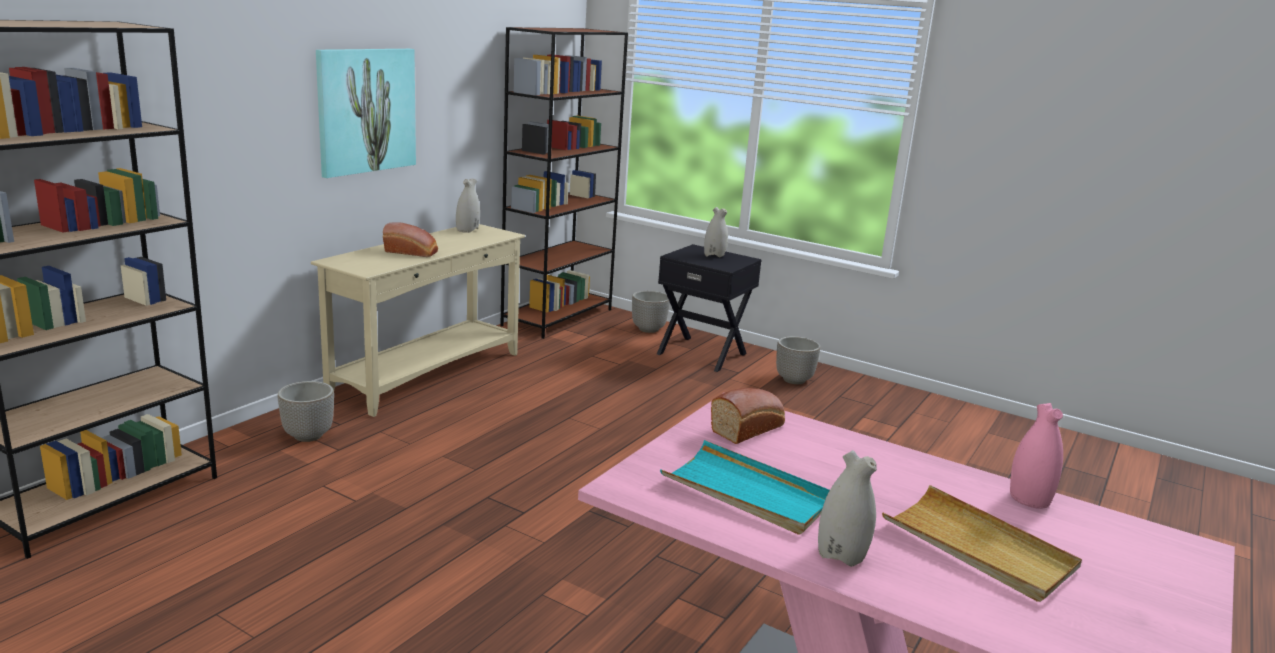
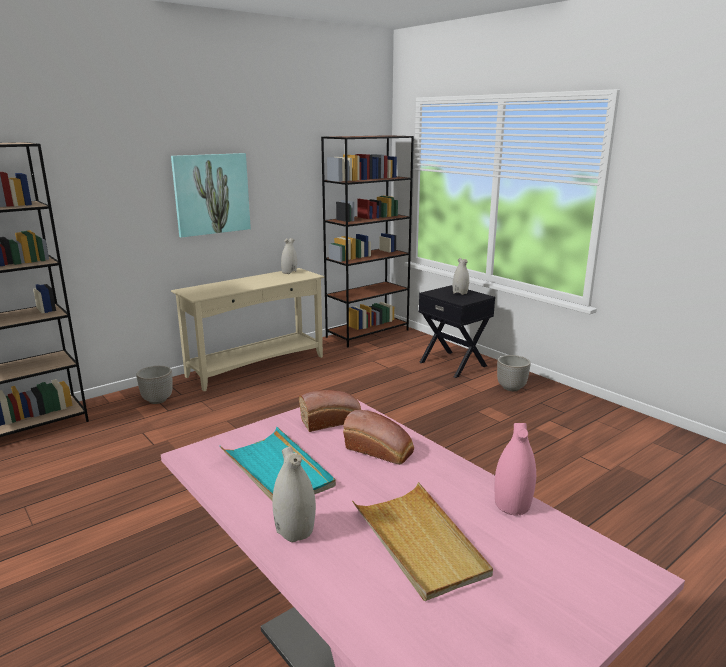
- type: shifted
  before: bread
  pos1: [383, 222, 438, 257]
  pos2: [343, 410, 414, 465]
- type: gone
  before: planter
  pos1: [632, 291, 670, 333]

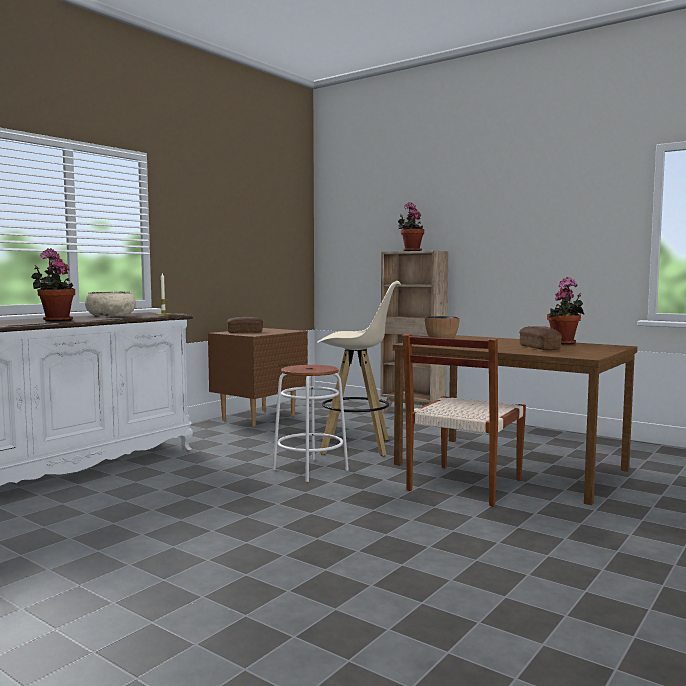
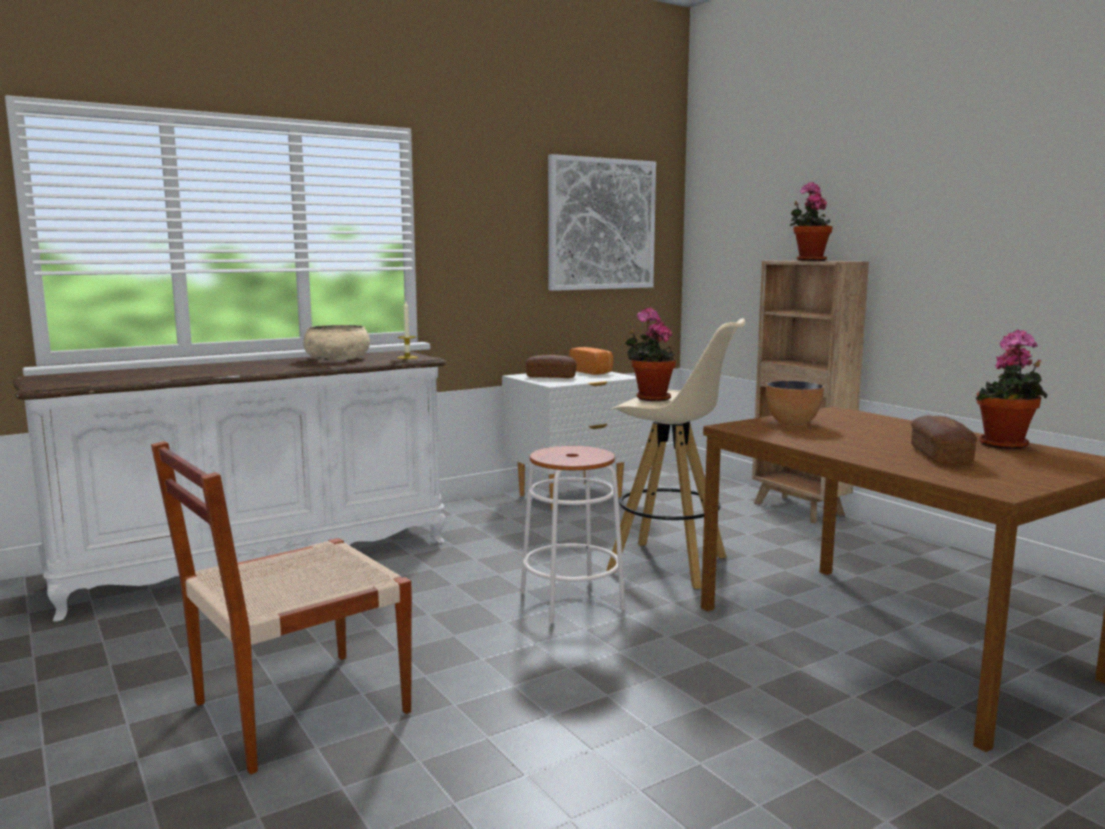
- type: shifted
  before: chair
  pos1: [403, 334, 526, 507]
  pos2: [151, 441, 412, 774]
- type: repainted
  before: nightstand in brown
  after: nightstand in white
  pos1: [208, 328, 308, 426]
  pos2: [502, 371, 642, 511]
- type: new
  after: picture
  pos2: [548, 154, 656, 291]
- type: new
  after: bread
  pos2: [569, 347, 613, 375]
- type: shifted
  before: potted plant
  pos1: [31, 248, 75, 322]
  pos2: [625, 307, 676, 401]

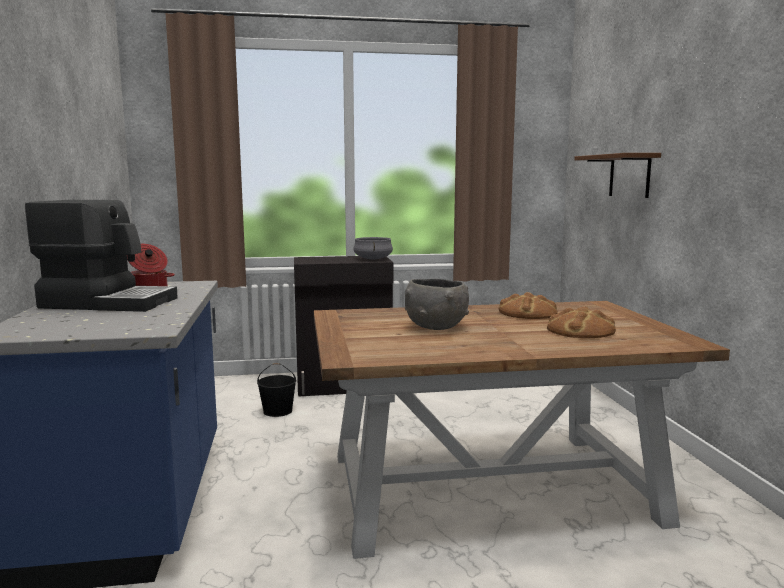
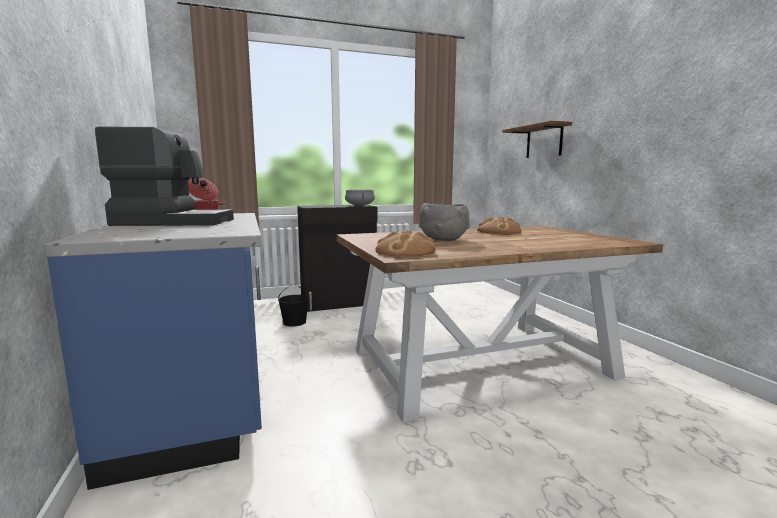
- type: shifted
  before: bread
  pos1: [547, 306, 616, 338]
  pos2: [375, 230, 436, 257]

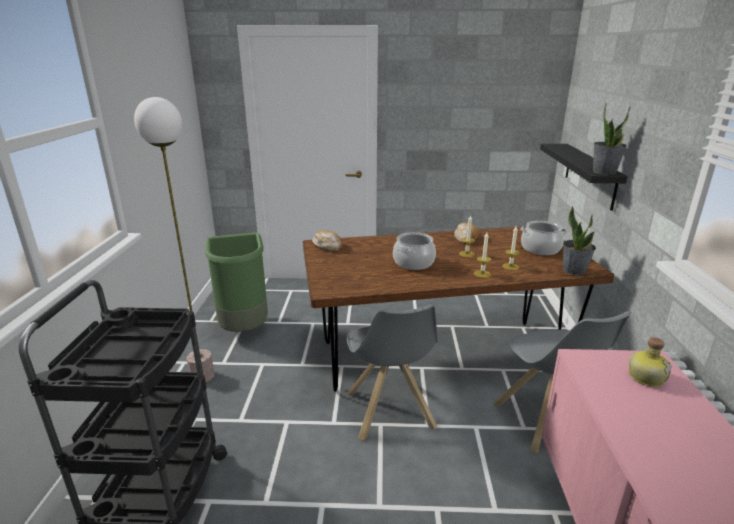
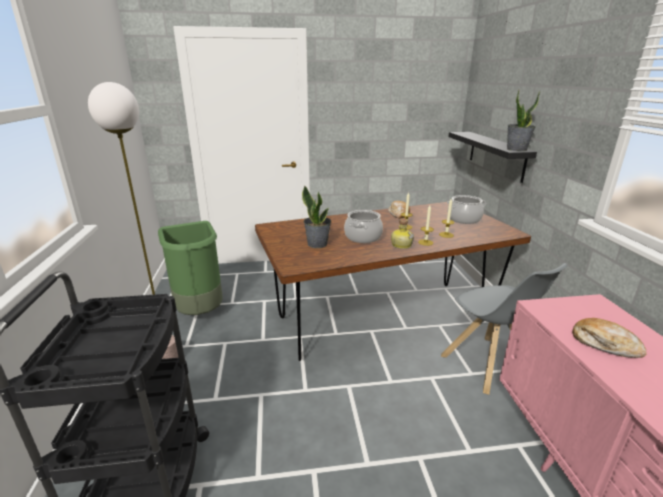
- type: shifted
  before: potted plant
  pos1: [563, 206, 596, 275]
  pos2: [302, 185, 331, 248]
- type: shifted
  before: bottle
  pos1: [629, 337, 671, 387]
  pos2: [391, 219, 414, 249]
- type: shifted
  before: bread
  pos1: [312, 230, 342, 251]
  pos2: [572, 318, 647, 358]
- type: gone
  before: chair in grey
  pos1: [347, 305, 438, 441]

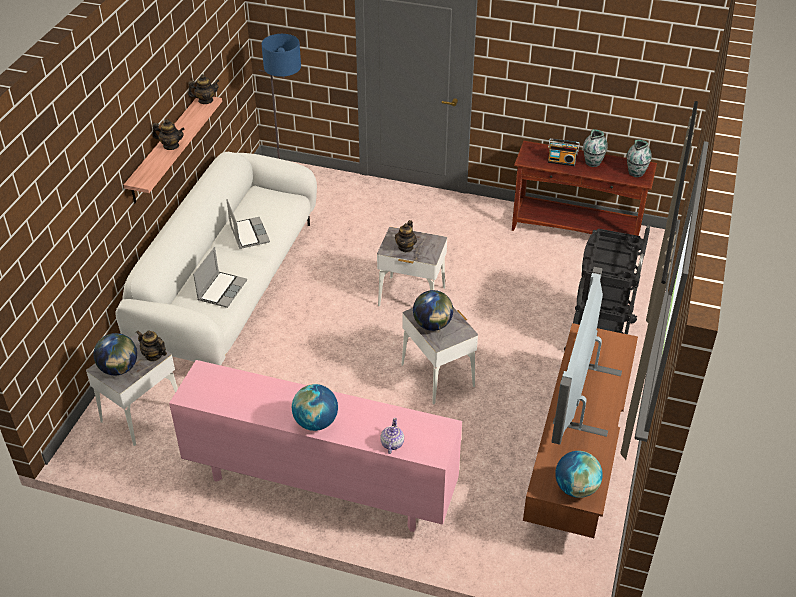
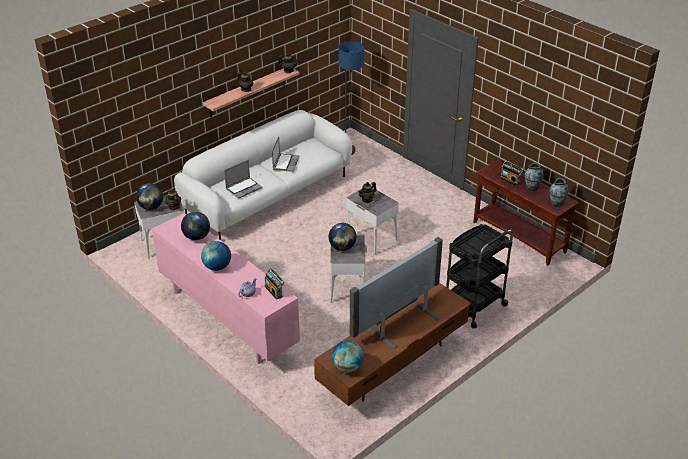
- type: new
  after: globe
  pos2: [181, 212, 210, 240]
- type: new
  after: radio
  pos2: [264, 268, 285, 300]

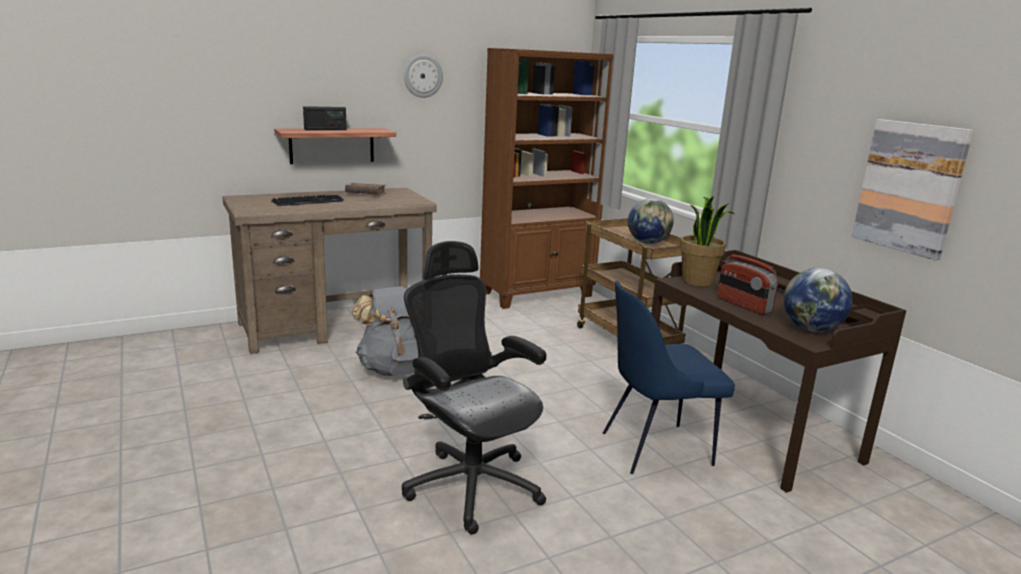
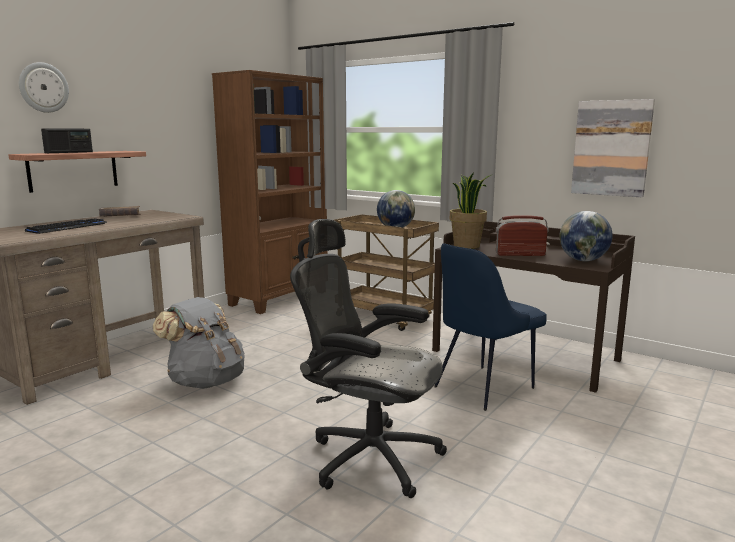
- type: shifted
  before: wall clock
  pos1: [404, 55, 443, 98]
  pos2: [19, 62, 69, 113]
- type: rotated
  before: radio
  pos1: [717, 255, 778, 315]
  pos2: [496, 215, 549, 256]
  turn: 150

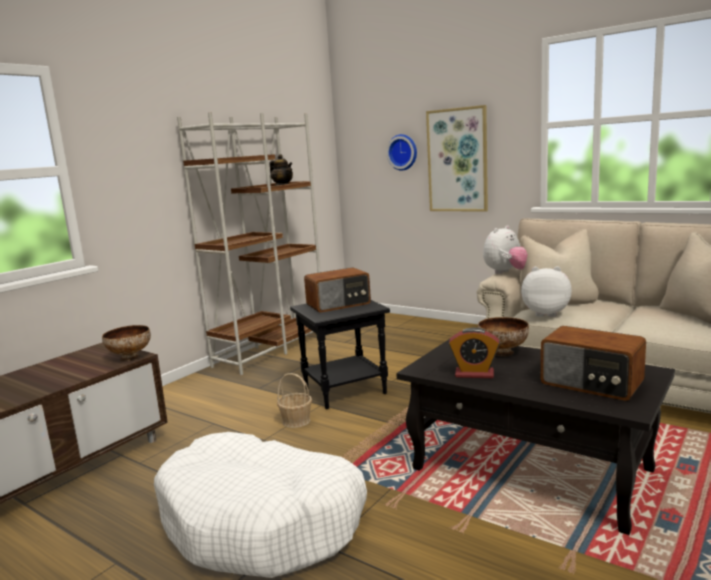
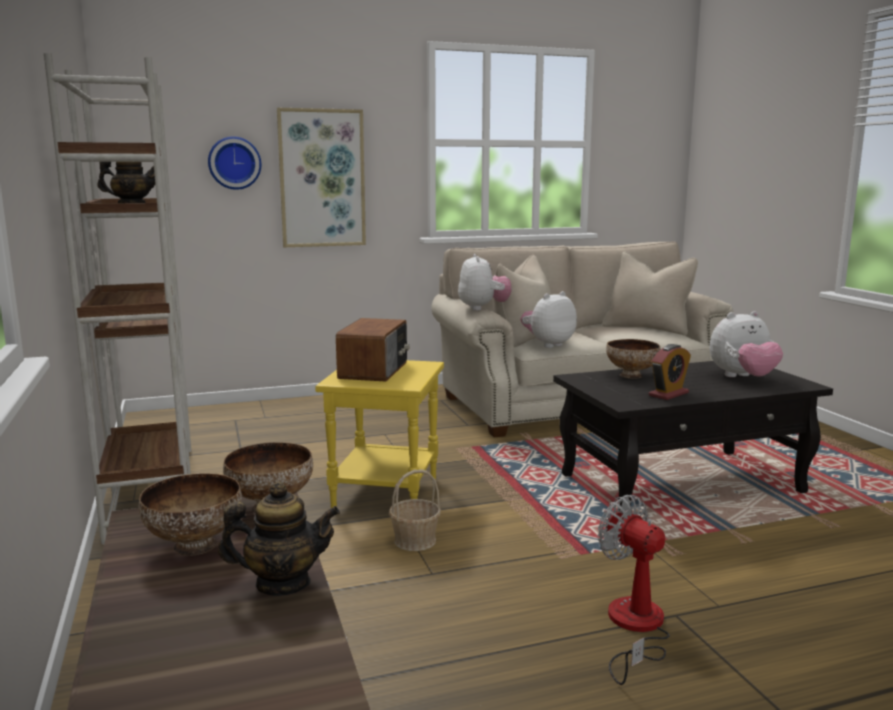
- type: new
  after: bowl
  pos2: [139, 473, 242, 556]
- type: new
  after: teapot
  pos2: [218, 482, 340, 596]
- type: repainted
  before: side table in black
  after: side table in yellow
  pos1: [290, 300, 390, 409]
  pos2: [315, 360, 444, 508]
- type: swapped
  before: dog bed in white
  after: fan
  pos1: [154, 432, 367, 578]
  pos2: [597, 495, 670, 685]
- type: swapped
  before: radio
  after: plush toy
  pos1: [541, 326, 646, 401]
  pos2: [710, 311, 783, 377]

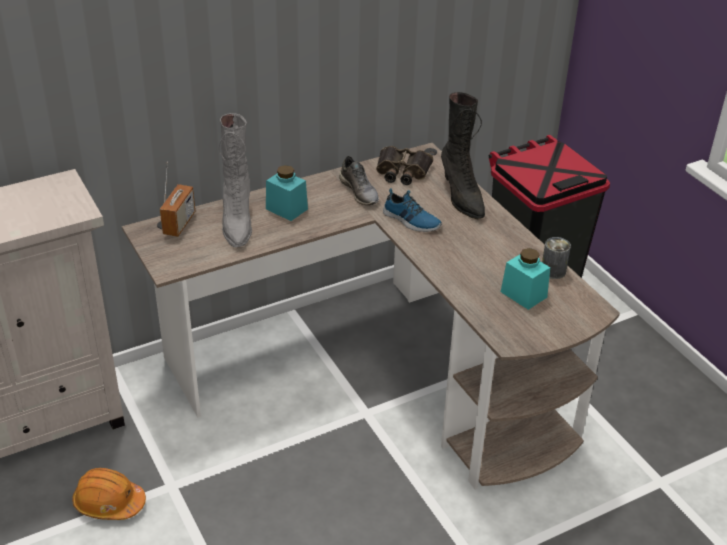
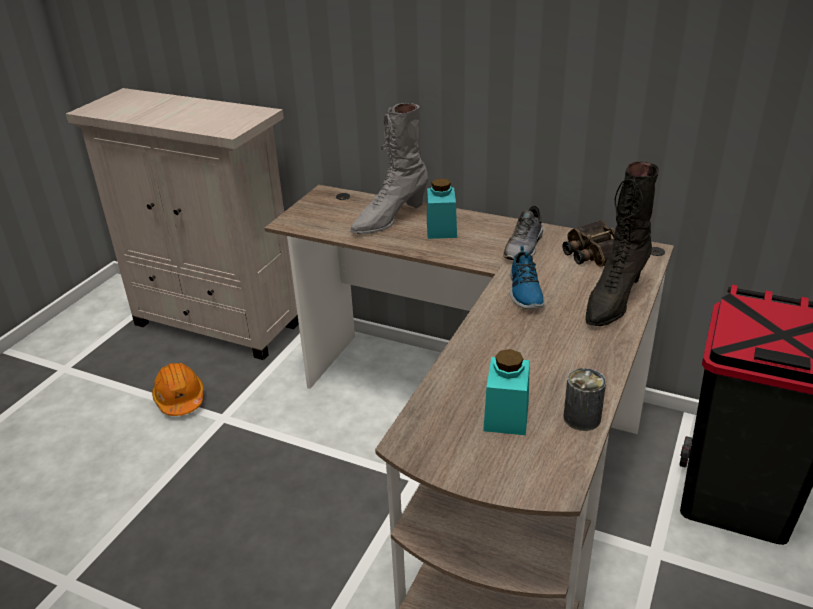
- type: gone
  before: radio
  pos1: [160, 162, 195, 237]

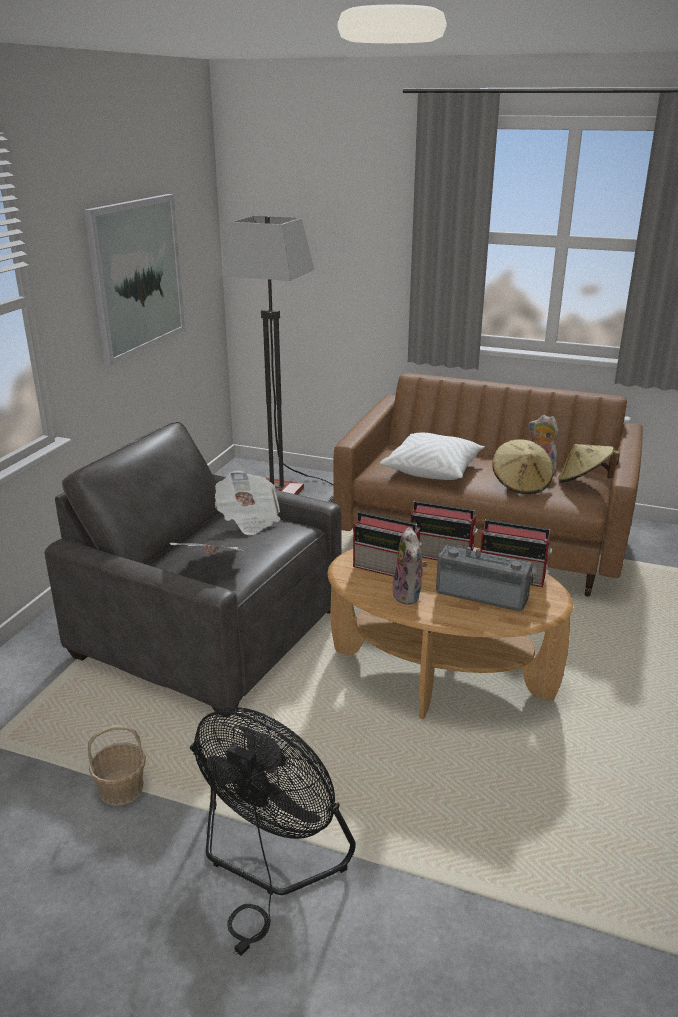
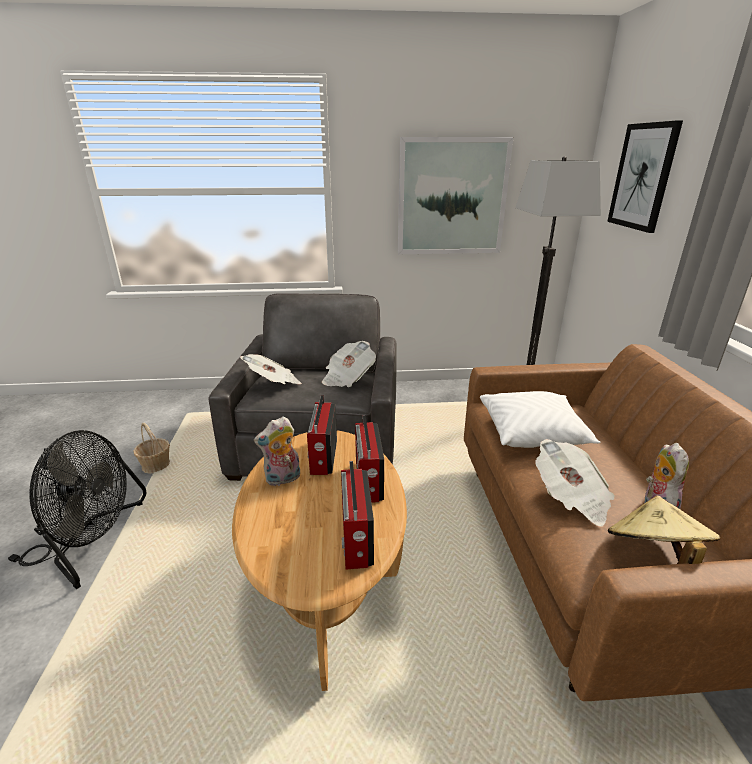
- type: swapped
  before: hat in beige
  after: newspaper
  pos1: [492, 439, 554, 494]
  pos2: [535, 439, 615, 527]
- type: new
  after: picture
  pos2: [607, 120, 683, 233]
- type: gone
  before: radio
  pos1: [436, 545, 534, 611]

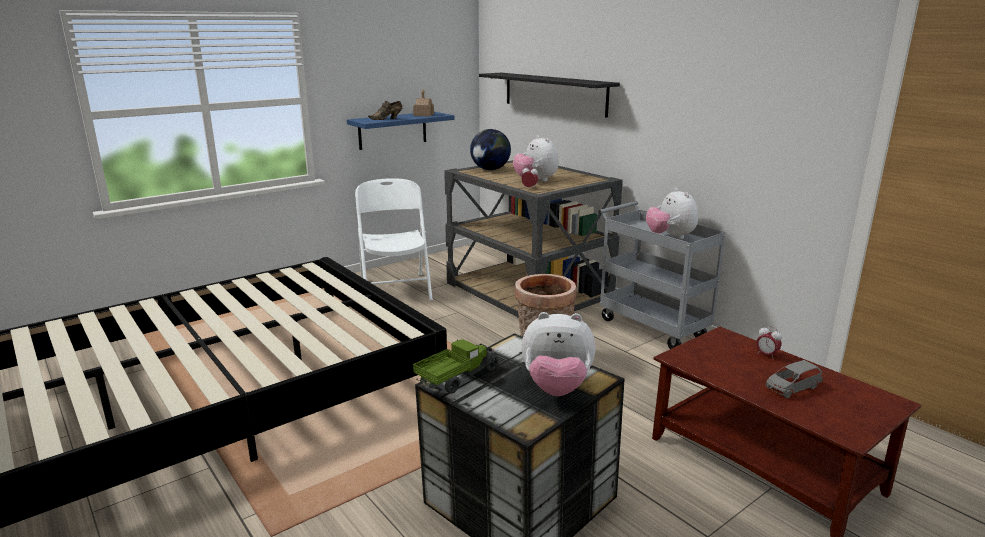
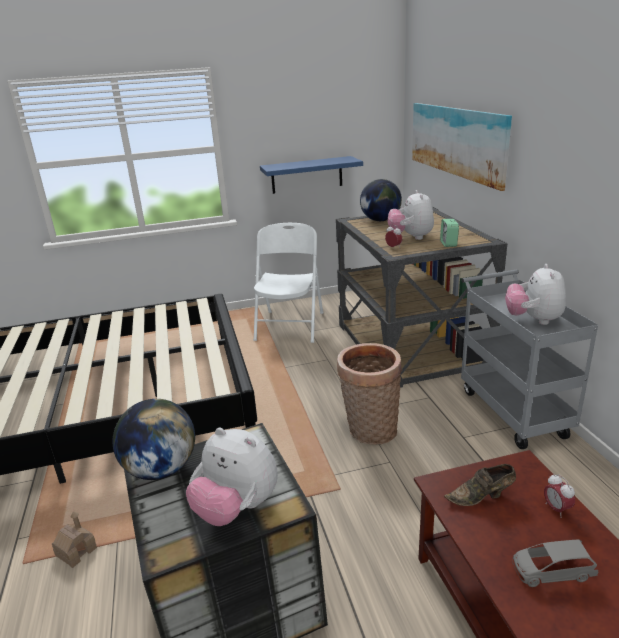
- type: shifted
  before: toy house
  pos1: [413, 89, 434, 117]
  pos2: [52, 511, 97, 568]
- type: swapped
  before: toy truck
  after: globe
  pos1: [413, 339, 500, 393]
  pos2: [112, 399, 195, 480]
- type: swapped
  before: shelf in black
  after: picture
  pos1: [479, 73, 620, 118]
  pos2: [412, 103, 512, 191]
- type: new
  after: alarm clock
  pos2: [440, 219, 459, 247]
- type: shifted
  before: shoe in brown
  pos1: [368, 101, 402, 120]
  pos2: [444, 464, 516, 506]

